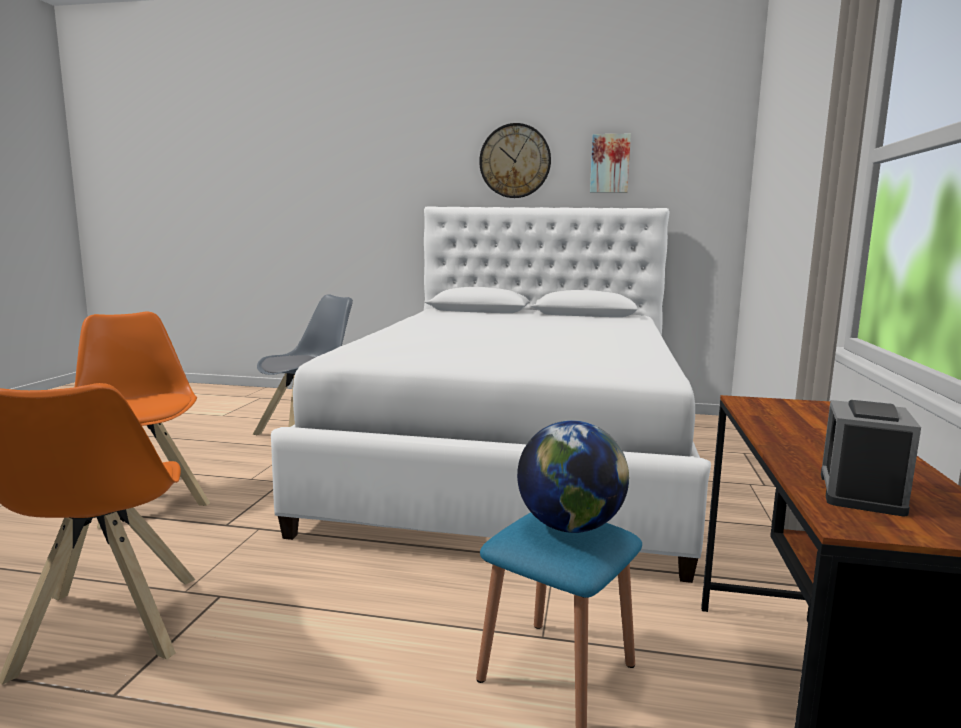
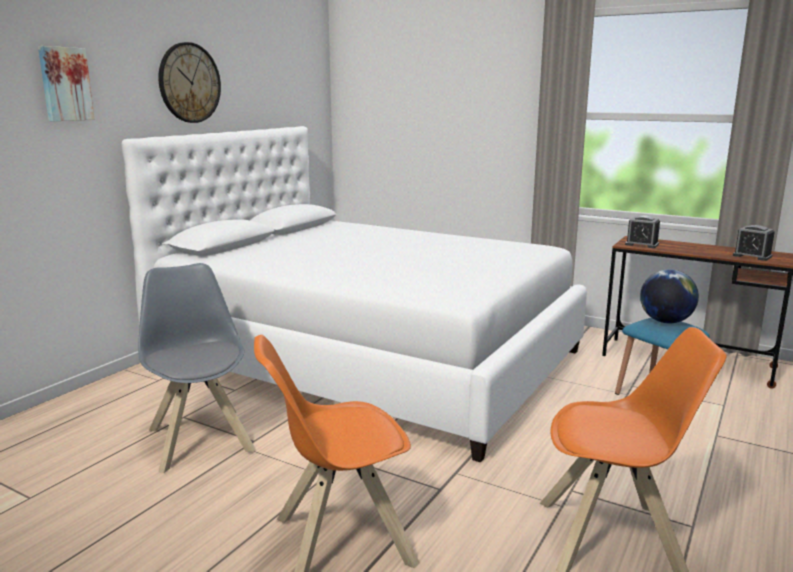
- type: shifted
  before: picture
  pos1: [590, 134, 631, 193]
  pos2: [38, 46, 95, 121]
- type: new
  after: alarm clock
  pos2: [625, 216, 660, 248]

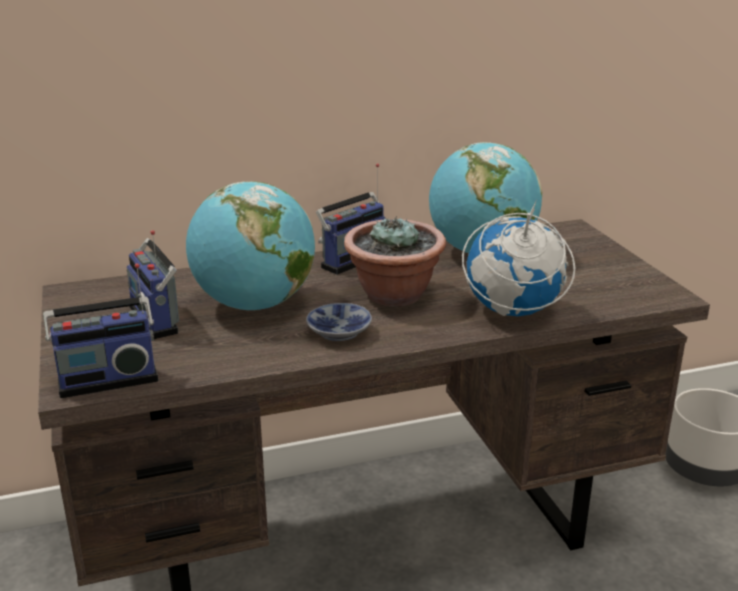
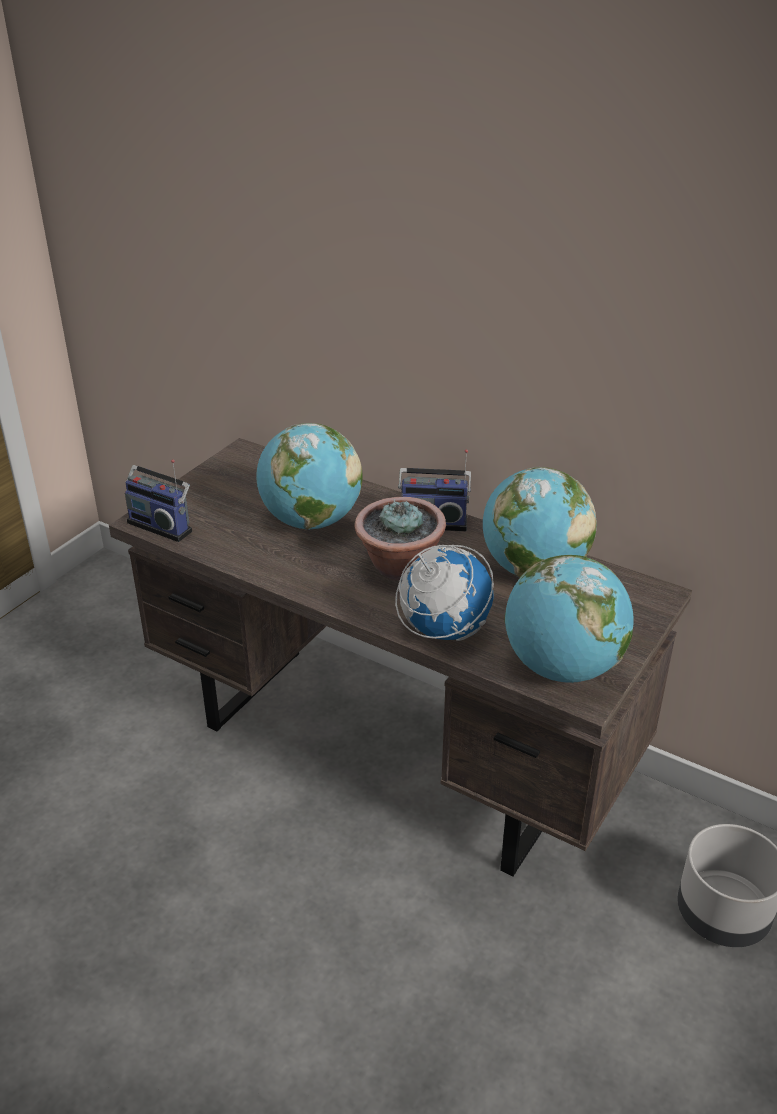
- type: new
  after: globe
  pos2: [505, 555, 634, 683]
- type: gone
  before: radio
  pos1: [126, 230, 179, 339]
- type: gone
  before: bowl
  pos1: [306, 303, 372, 341]

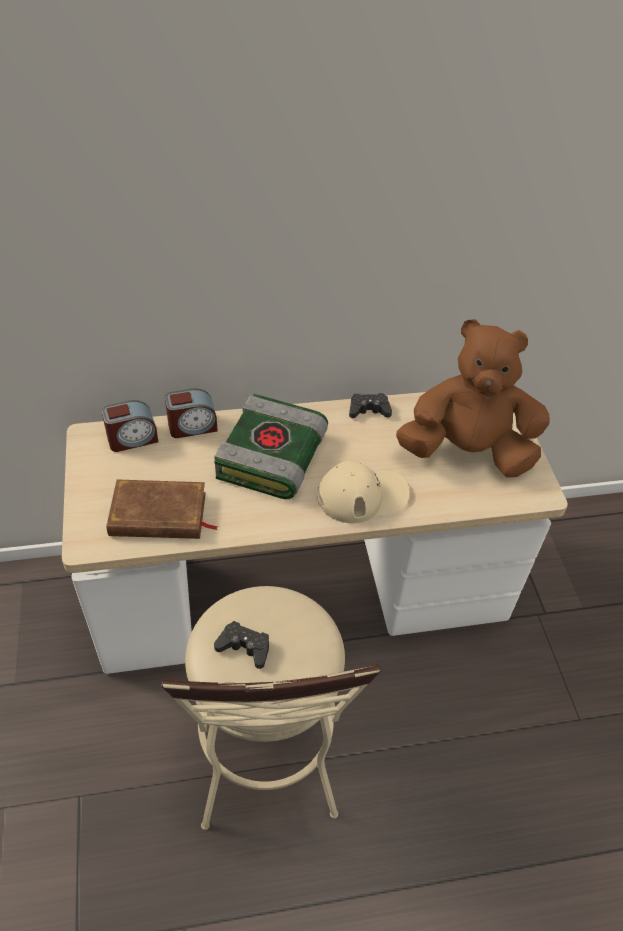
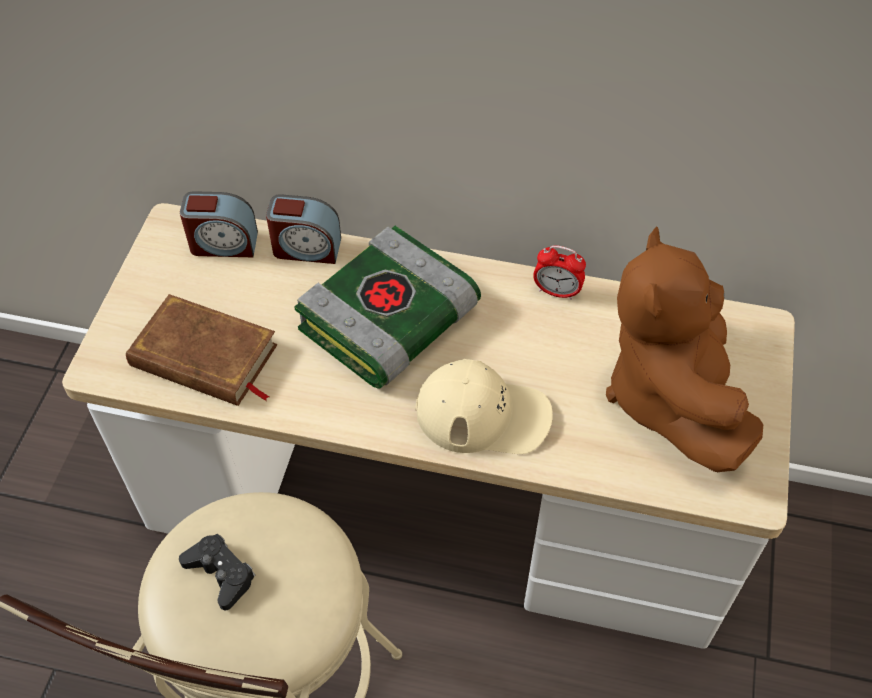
- type: swapped
  before: game controller in black
  after: alarm clock
  pos1: [349, 393, 392, 418]
  pos2: [533, 245, 586, 300]
- type: rotated
  before: plush toy in brown
  pos1: [396, 319, 550, 478]
  pos2: [606, 226, 763, 472]
  turn: -120

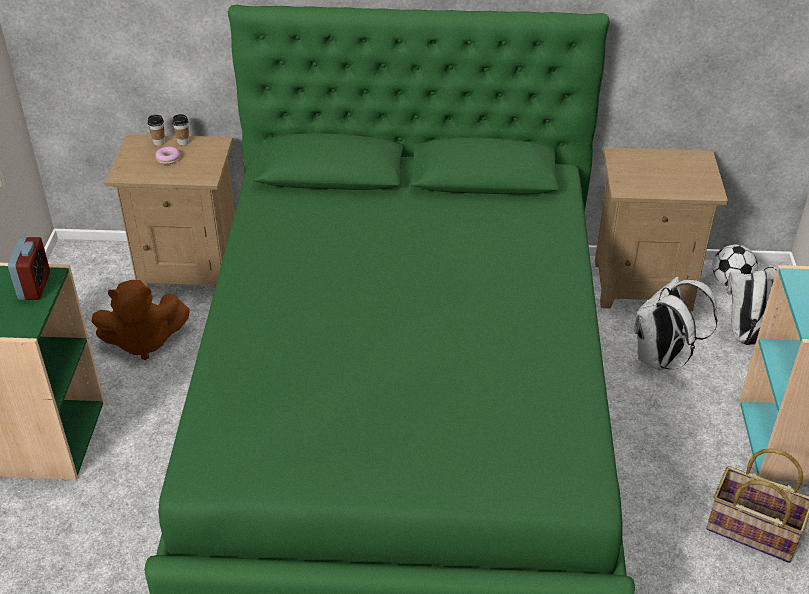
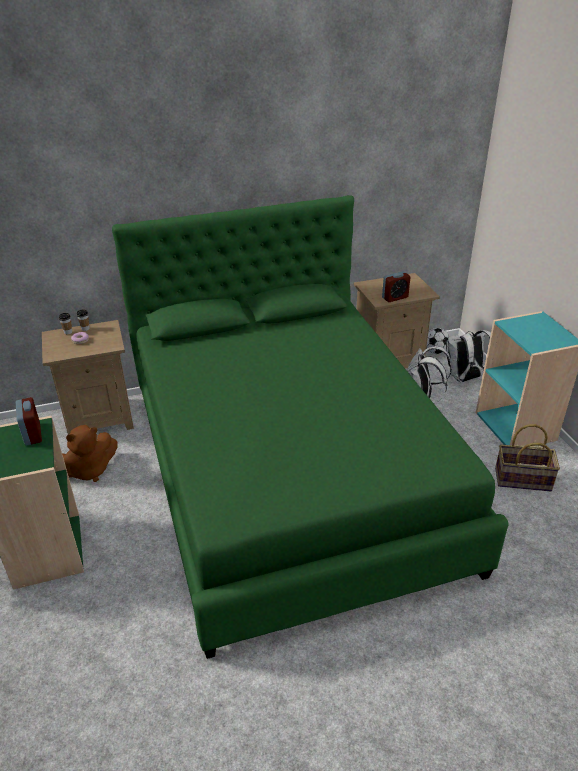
- type: new
  after: alarm clock
  pos2: [382, 271, 410, 302]

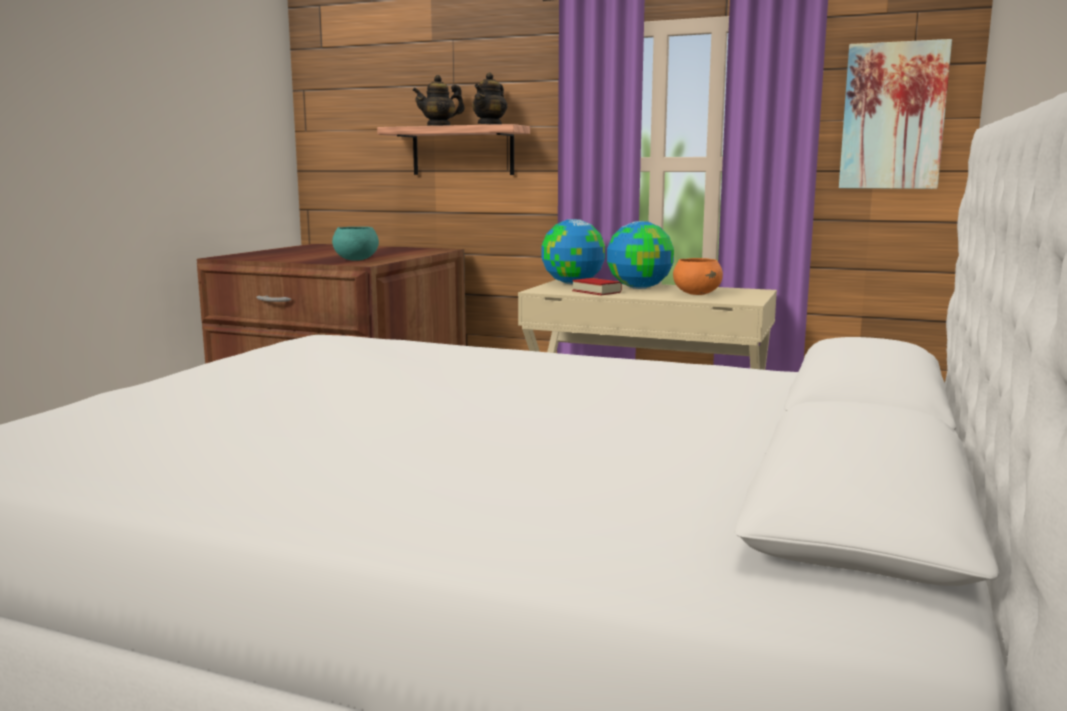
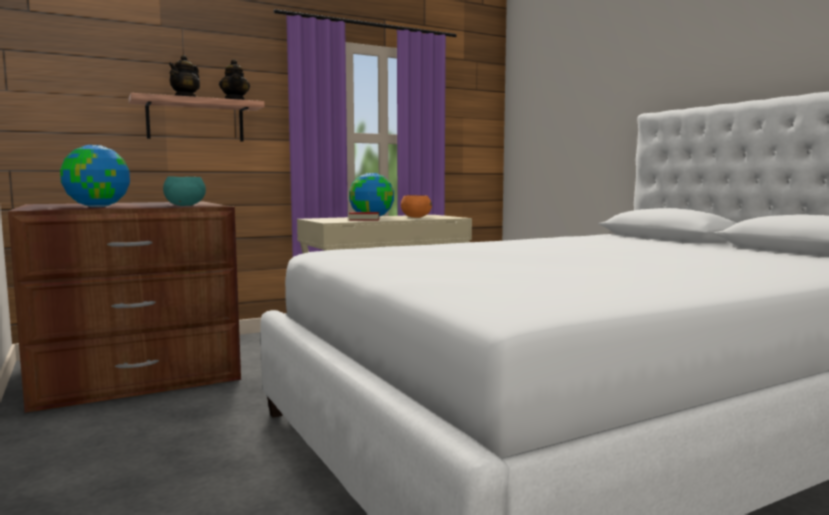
- type: shifted
  before: globe
  pos1: [541, 219, 605, 284]
  pos2: [60, 145, 130, 207]
- type: gone
  before: picture
  pos1: [839, 39, 952, 189]

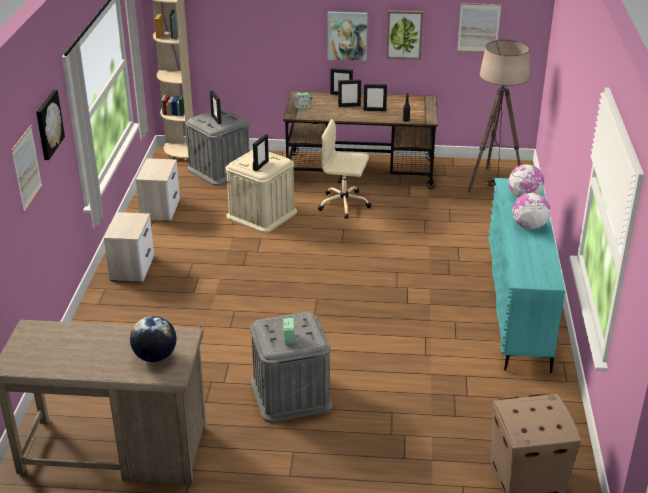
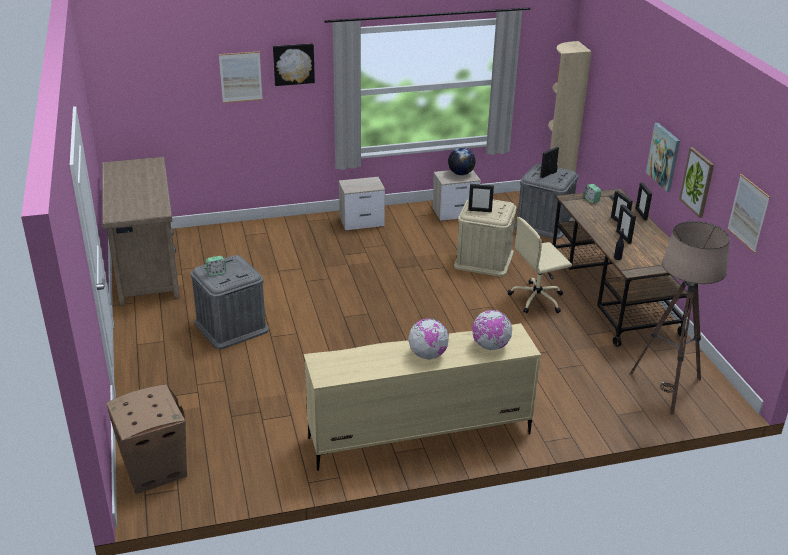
- type: repainted
  before: dresser in turquoise
  after: dresser in beige
  pos1: [488, 178, 566, 373]
  pos2: [304, 323, 541, 471]
- type: shifted
  before: globe
  pos1: [130, 316, 176, 362]
  pos2: [448, 148, 476, 175]
- type: rotated
  before: office chair in beige
  pos1: [318, 119, 371, 219]
  pos2: [507, 217, 572, 313]
  turn: -105

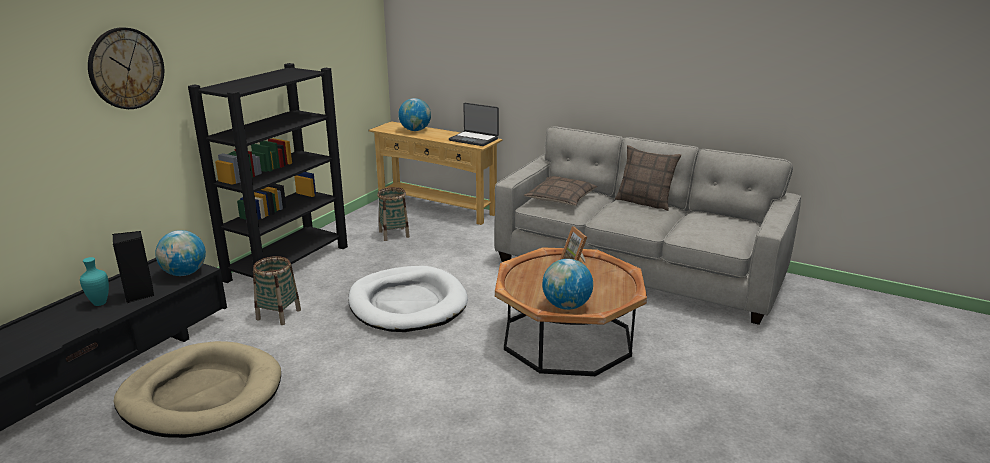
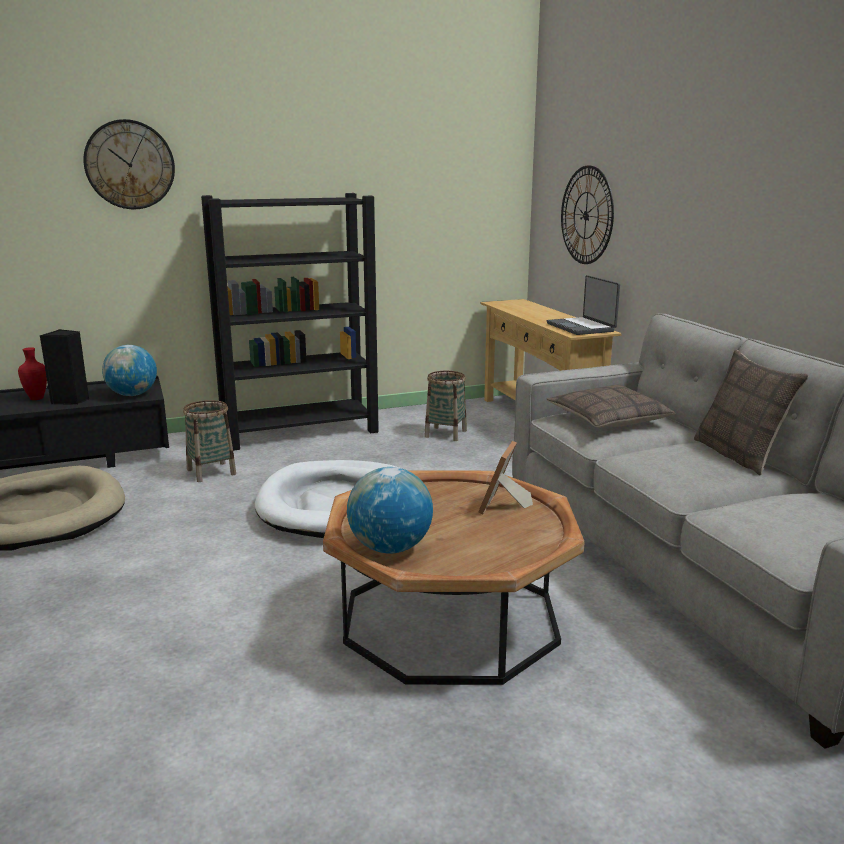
- type: repainted
  before: vase in turquoise
  after: vase in red
  pos1: [80, 257, 109, 306]
  pos2: [18, 347, 47, 400]
- type: new
  after: wall clock
  pos2: [561, 165, 614, 264]
- type: gone
  before: globe
  pos1: [398, 98, 431, 131]

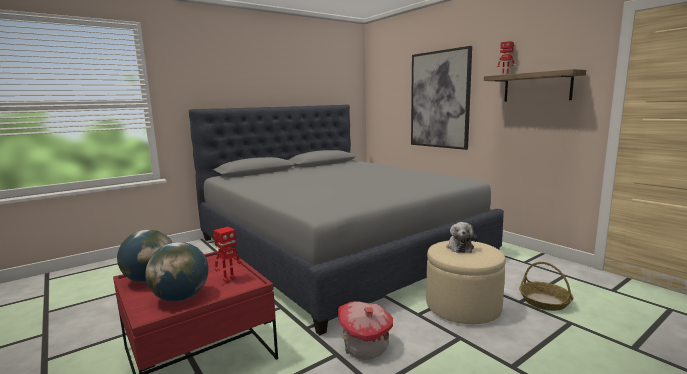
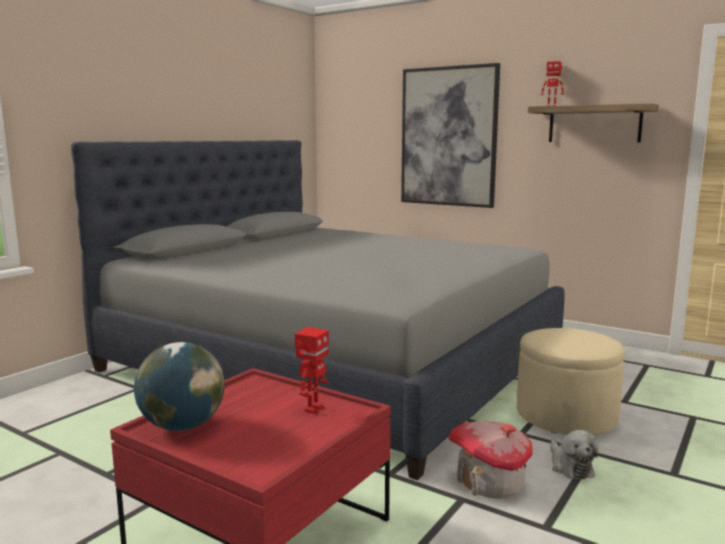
- type: shifted
  before: plush toy
  pos1: [446, 222, 477, 253]
  pos2: [550, 430, 598, 480]
- type: gone
  before: globe
  pos1: [145, 242, 208, 302]
- type: gone
  before: basket
  pos1: [519, 262, 574, 311]

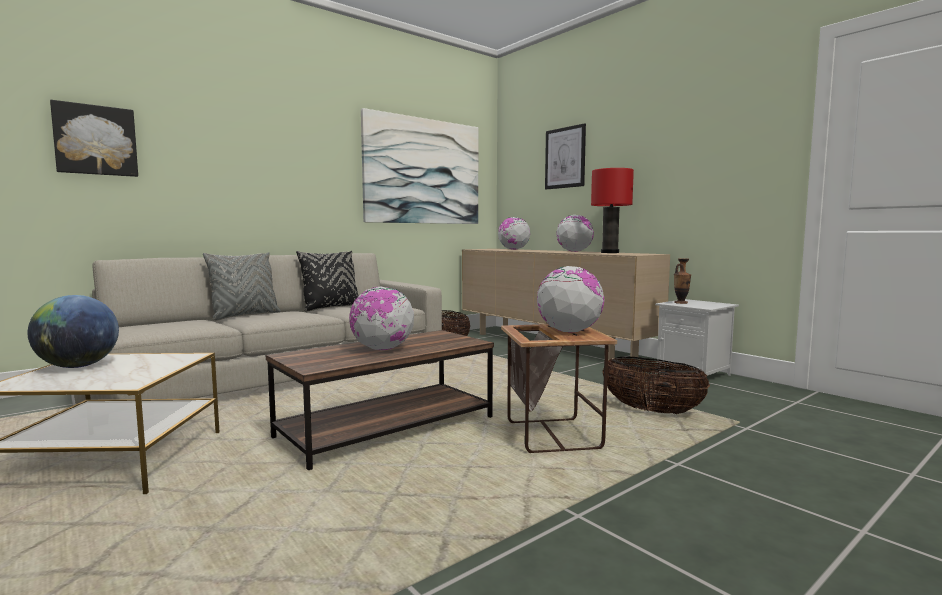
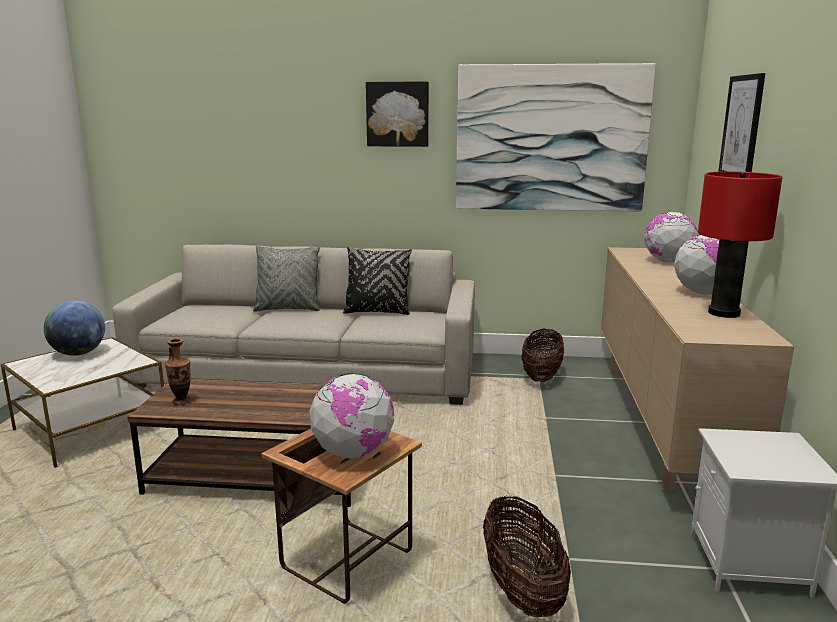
- type: shifted
  before: vase
  pos1: [674, 258, 691, 304]
  pos2: [165, 338, 191, 405]
- type: shifted
  before: picture
  pos1: [50, 100, 138, 177]
  pos2: [366, 82, 429, 147]
- type: gone
  before: globe
  pos1: [349, 286, 414, 350]

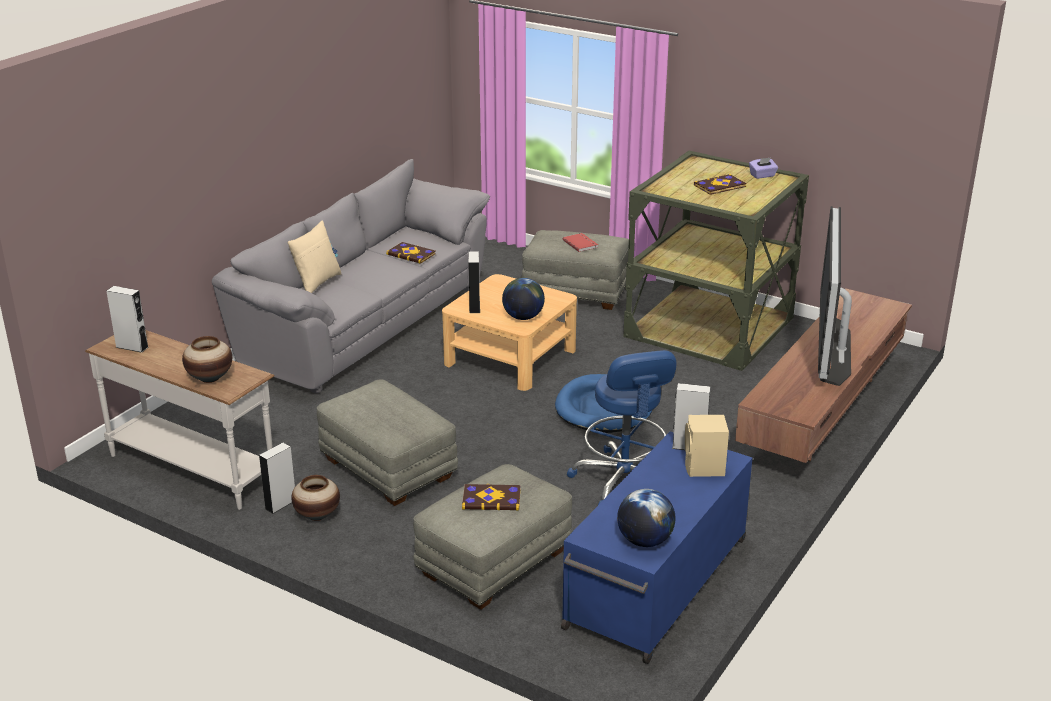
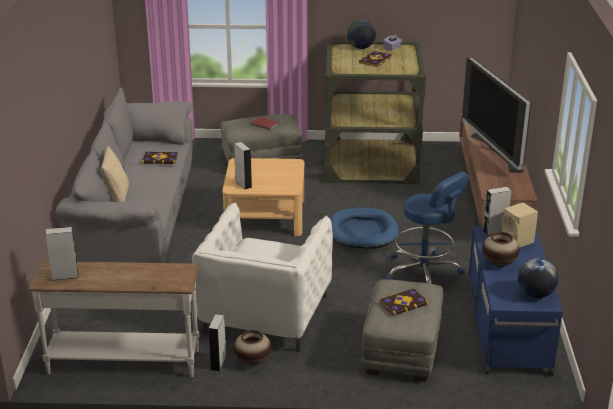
- type: swapped
  before: ottoman in grey
  after: armchair in white
  pos1: [317, 380, 458, 506]
  pos2: [192, 203, 333, 352]
- type: shifted
  before: globe
  pos1: [502, 278, 545, 320]
  pos2: [347, 20, 376, 49]
- type: shifted
  before: vase
  pos1: [182, 336, 232, 383]
  pos2: [482, 232, 520, 267]

